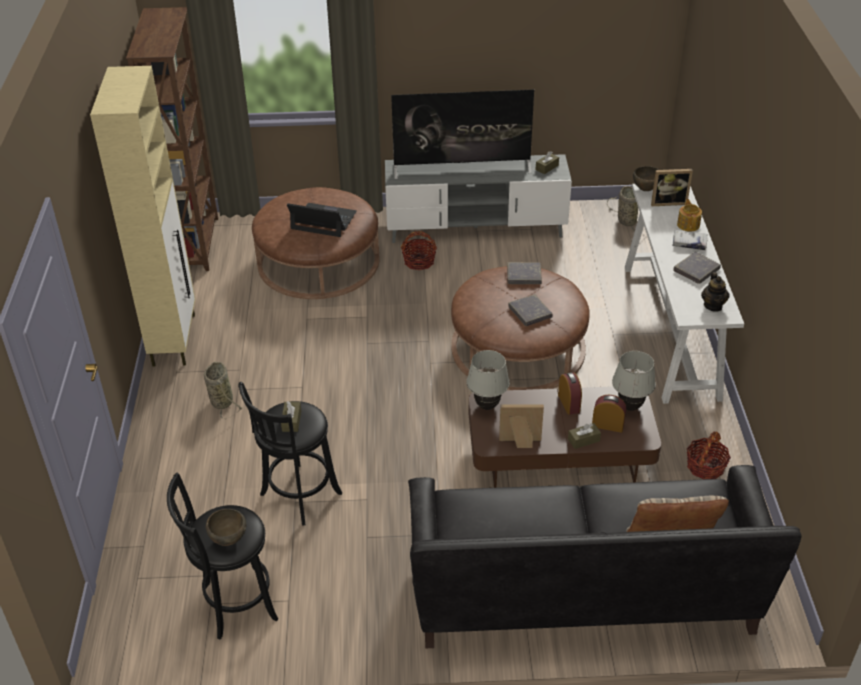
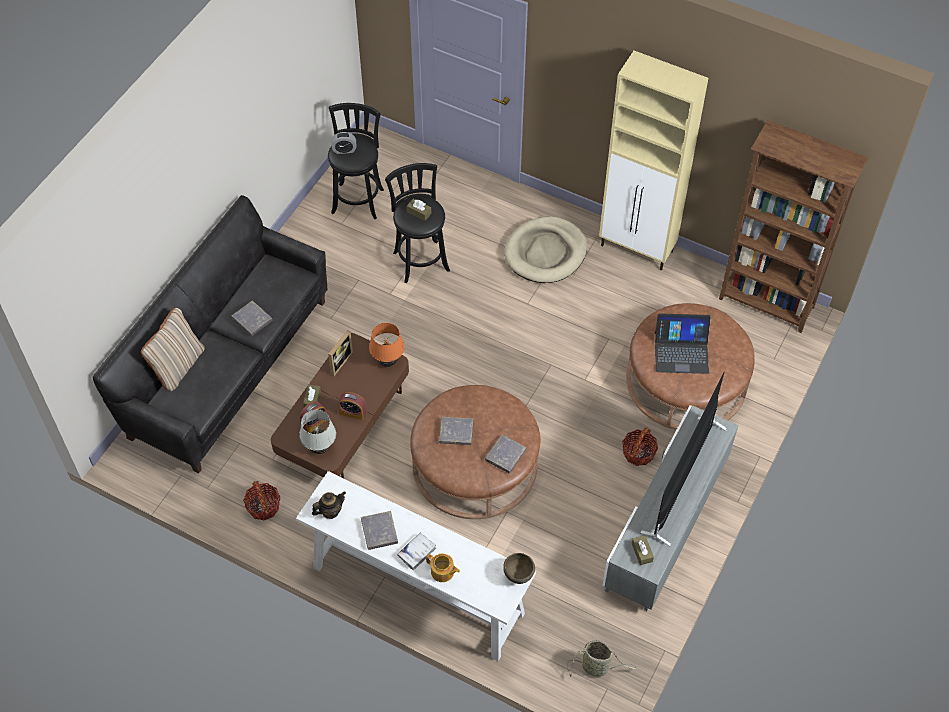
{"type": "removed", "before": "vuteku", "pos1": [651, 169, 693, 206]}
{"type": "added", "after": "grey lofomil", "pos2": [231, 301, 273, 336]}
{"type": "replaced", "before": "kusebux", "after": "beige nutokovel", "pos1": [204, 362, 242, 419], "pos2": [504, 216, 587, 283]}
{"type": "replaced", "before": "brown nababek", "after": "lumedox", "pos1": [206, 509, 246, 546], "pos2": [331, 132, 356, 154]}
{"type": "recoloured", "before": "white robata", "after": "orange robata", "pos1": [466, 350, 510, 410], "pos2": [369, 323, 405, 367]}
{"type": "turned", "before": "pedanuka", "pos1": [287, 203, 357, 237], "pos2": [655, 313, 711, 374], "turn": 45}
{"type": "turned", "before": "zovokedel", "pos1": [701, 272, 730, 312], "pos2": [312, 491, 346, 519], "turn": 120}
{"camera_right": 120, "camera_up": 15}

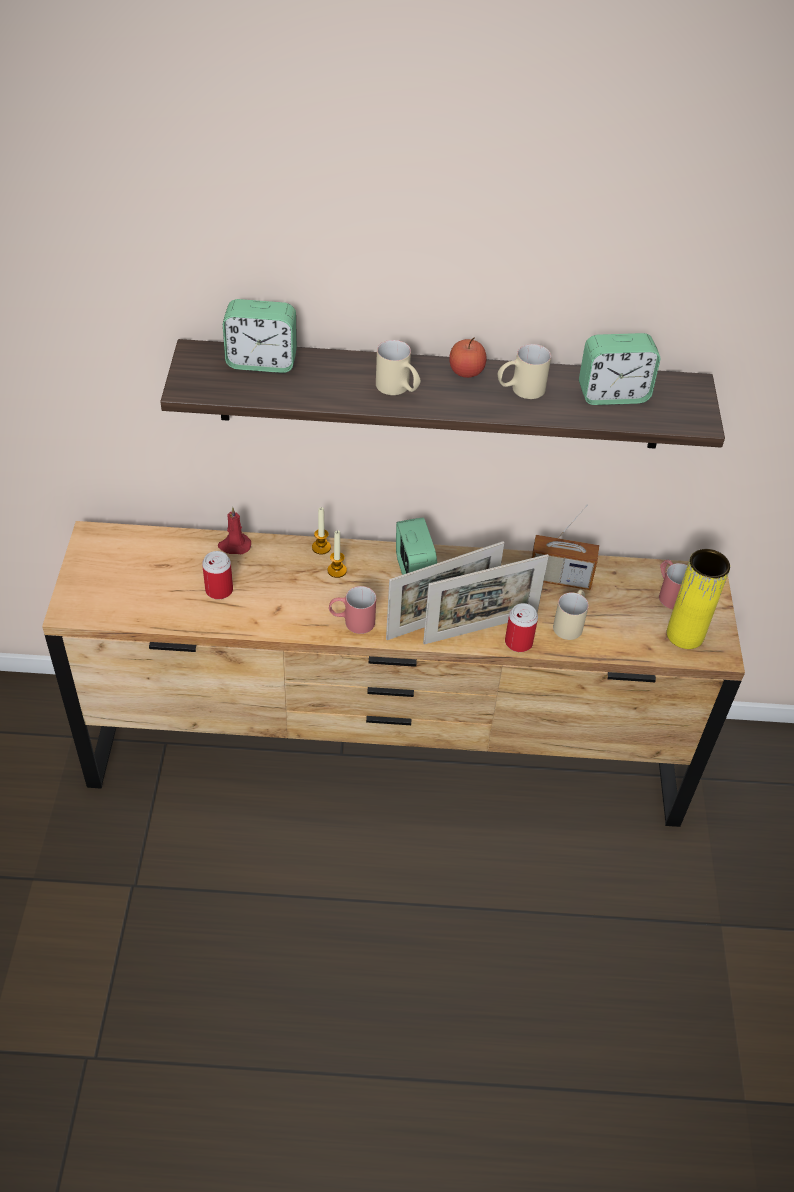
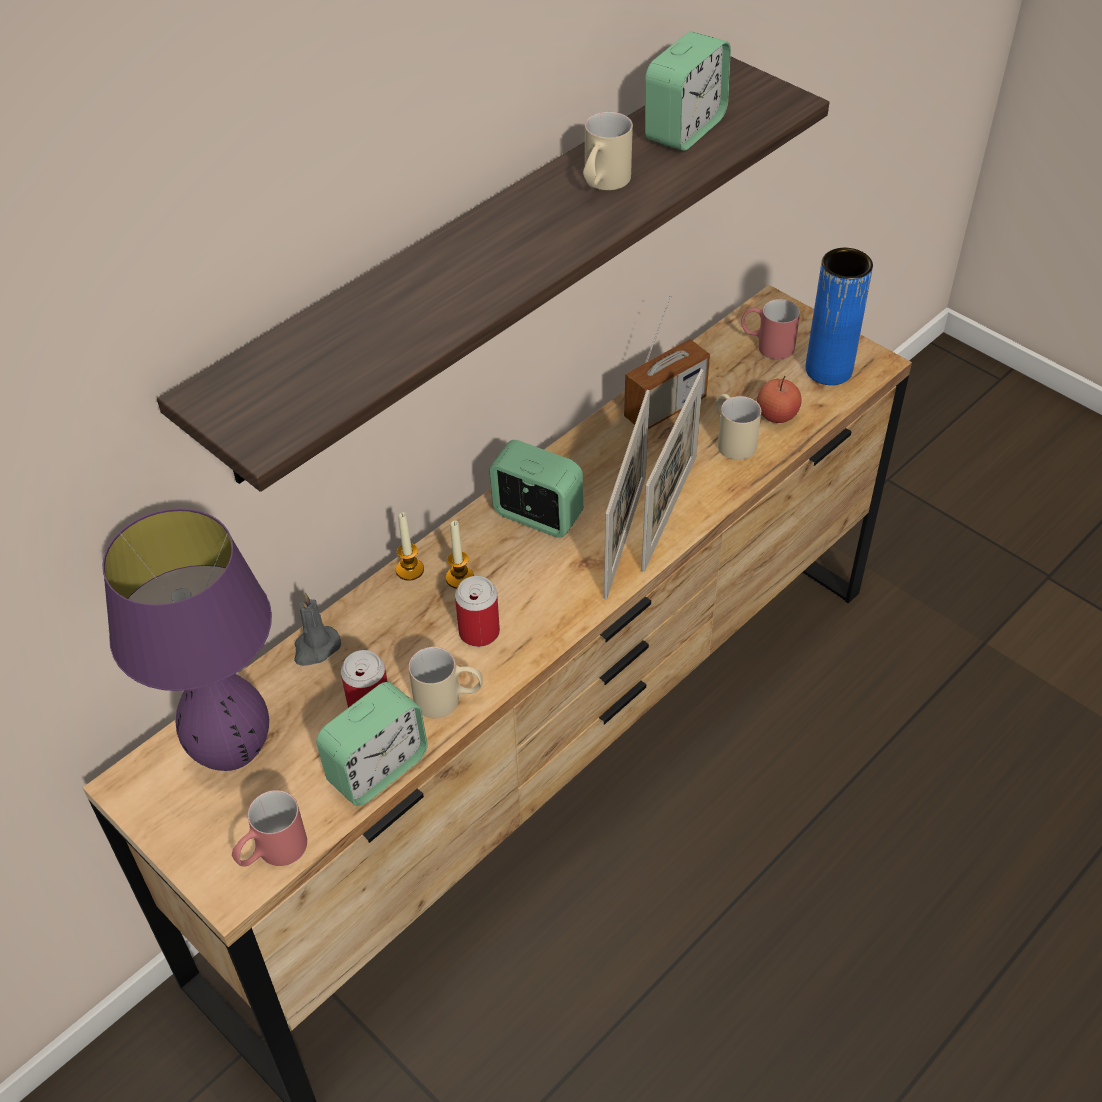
{"type": "added", "after": "purple robata", "pos2": [102, 508, 272, 771]}
{"type": "moved", "before": "lumedox", "pos1": [223, 299, 297, 373], "pos2": [316, 682, 428, 806]}
{"type": "moved", "before": "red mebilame", "pos1": [329, 586, 376, 634], "pos2": [232, 790, 307, 867]}
{"type": "moved", "before": "beige mebilame", "pos1": [376, 340, 421, 395], "pos2": [409, 647, 483, 718]}
{"type": "moved", "before": "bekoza", "pos1": [449, 337, 486, 378], "pos2": [757, 376, 802, 423]}
{"type": "moved", "before": "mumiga", "pos1": [505, 603, 538, 652], "pos2": [455, 576, 500, 647]}
{"type": "recoloured", "before": "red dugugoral", "after": "grey dugugoral", "pos1": [218, 507, 251, 554], "pos2": [294, 593, 341, 666]}
{"type": "recoloured", "before": "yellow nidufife", "after": "blue nidufife", "pos1": [667, 549, 730, 649], "pos2": [805, 248, 873, 385]}
{"camera_right": -45, "camera_up": 0}

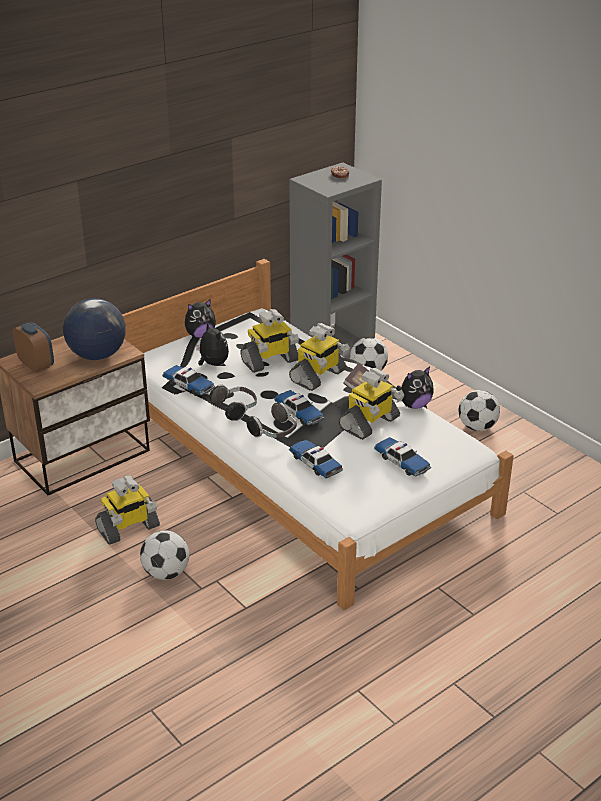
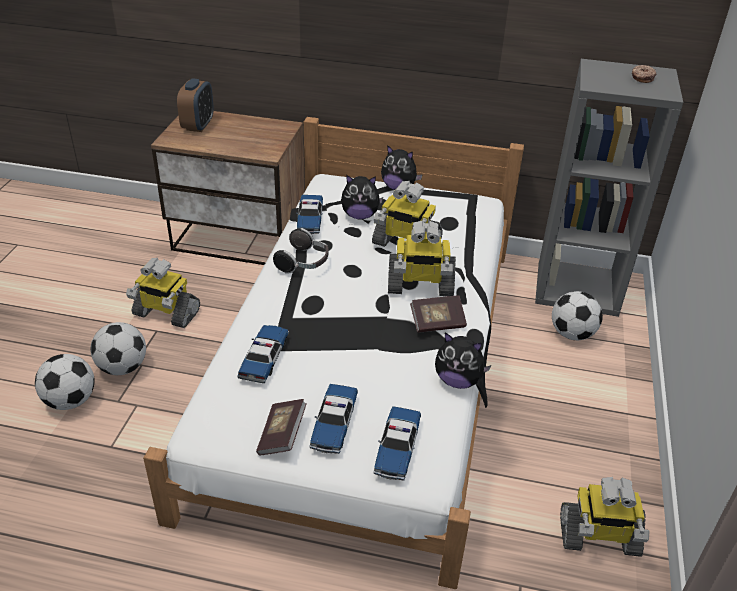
{"type": "removed", "before": "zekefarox", "pos1": [63, 298, 126, 360]}
{"type": "removed", "before": "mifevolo", "pos1": [247, 402, 297, 438]}
{"type": "added", "after": "lofomil", "pos2": [256, 399, 307, 455]}
{"type": "moved", "before": "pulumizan", "pos1": [274, 390, 325, 425], "pos2": [373, 406, 421, 481]}
{"type": "moved", "before": "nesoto", "pos1": [339, 368, 404, 440], "pos2": [560, 477, 650, 557]}
{"type": "moved", "before": "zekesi", "pos1": [459, 390, 500, 431], "pos2": [35, 354, 95, 410]}
{"type": "turned", "before": "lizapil", "pos1": [196, 323, 229, 366], "pos2": [341, 175, 383, 220], "turn": 75}
{"camera_right": 50, "camera_up": 5}

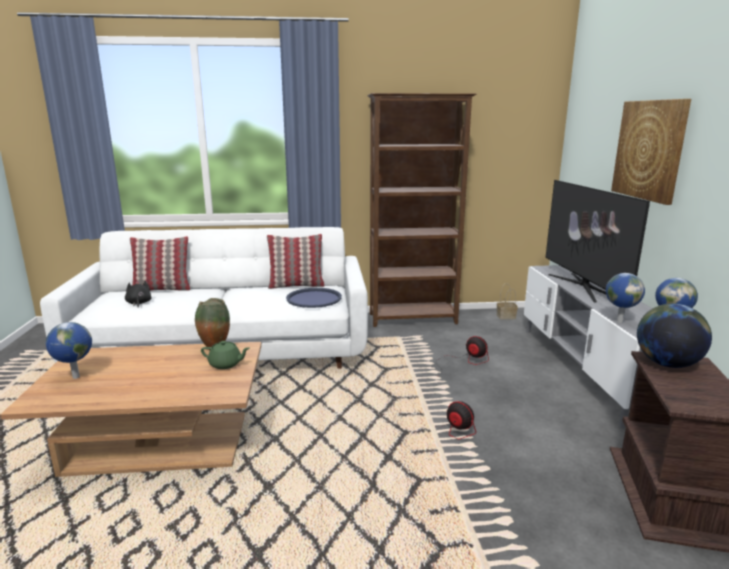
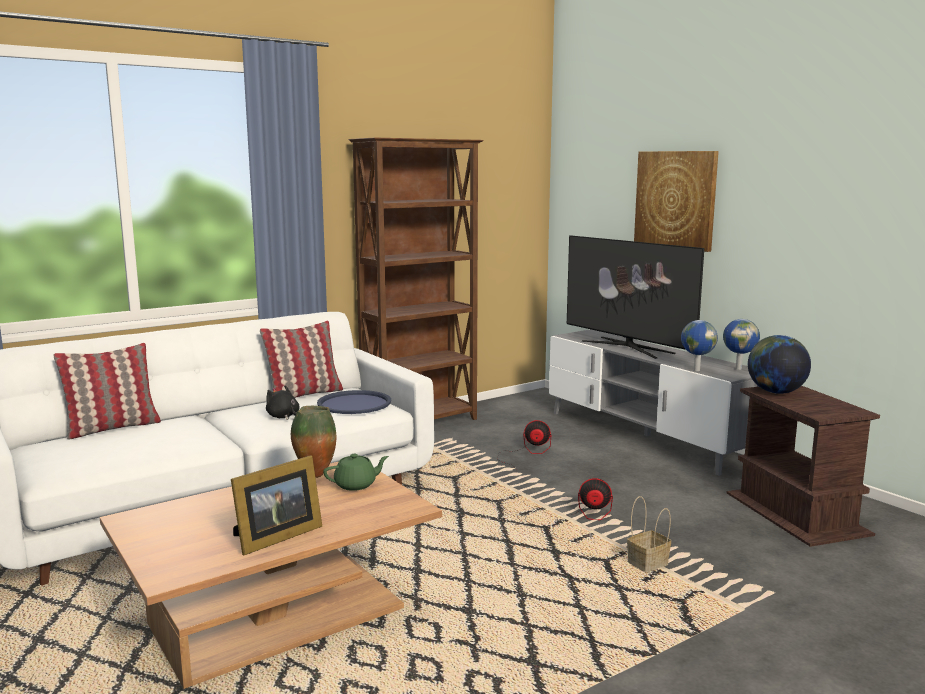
{"type": "removed", "before": "zekefarox", "pos1": [46, 322, 92, 379]}
{"type": "added", "after": "vuteku", "pos2": [231, 455, 322, 555]}
{"type": "moved", "before": "black lizapil", "pos1": [125, 281, 152, 308], "pos2": [266, 385, 300, 420]}
{"type": "moved", "before": "kusebux", "pos1": [497, 283, 518, 319], "pos2": [627, 496, 671, 572]}
{"camera_right": -30, "camera_up": -5}

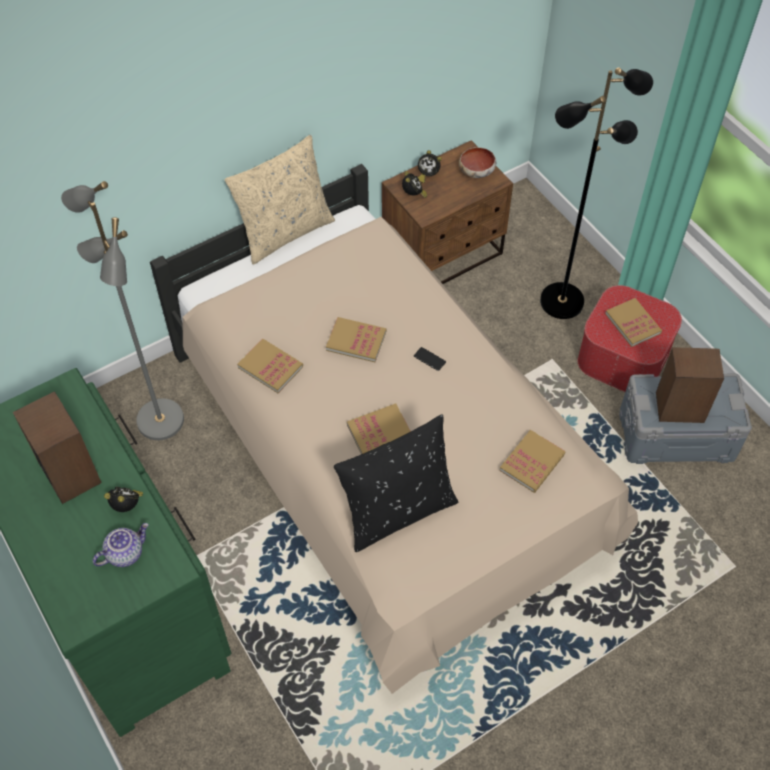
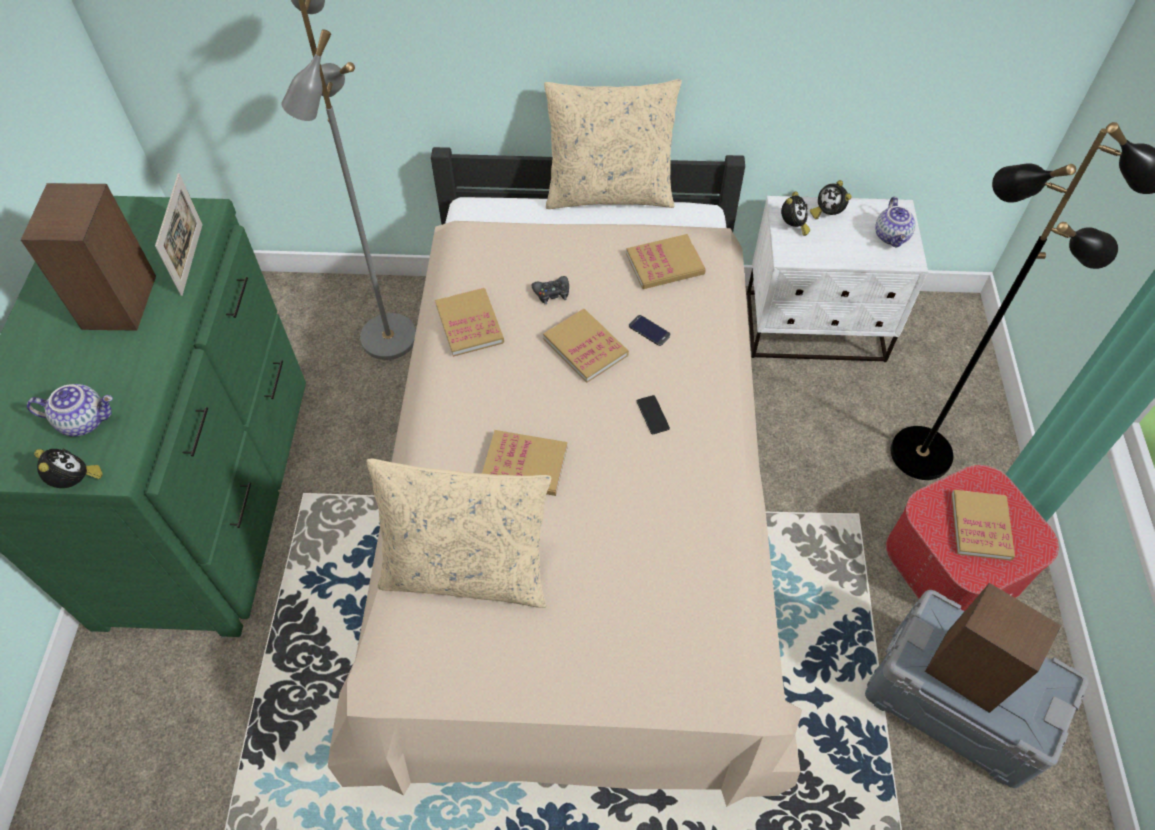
{"type": "added", "after": "vuteku", "pos2": [155, 173, 203, 296]}
{"type": "added", "after": "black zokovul", "pos2": [531, 276, 569, 304]}
{"type": "added", "after": "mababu", "pos2": [629, 315, 671, 346]}
{"type": "moved", "before": "lumedox", "pos1": [104, 487, 143, 512], "pos2": [34, 448, 103, 488]}
{"type": "moved", "before": "lofomil", "pos1": [499, 430, 565, 493], "pos2": [626, 234, 706, 289]}
{"type": "replaced", "before": "nababek", "after": "zovokedel", "pos1": [459, 147, 496, 178], "pos2": [875, 197, 915, 247]}
{"type": "recoloured", "before": "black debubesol", "after": "beige debubesol", "pos1": [334, 415, 458, 552], "pos2": [367, 459, 551, 608]}
{"type": "recoloured", "before": "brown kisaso", "after": "white kisaso", "pos1": [382, 140, 513, 284], "pos2": [747, 196, 928, 362]}
{"camera_right": 35, "camera_up": 0}

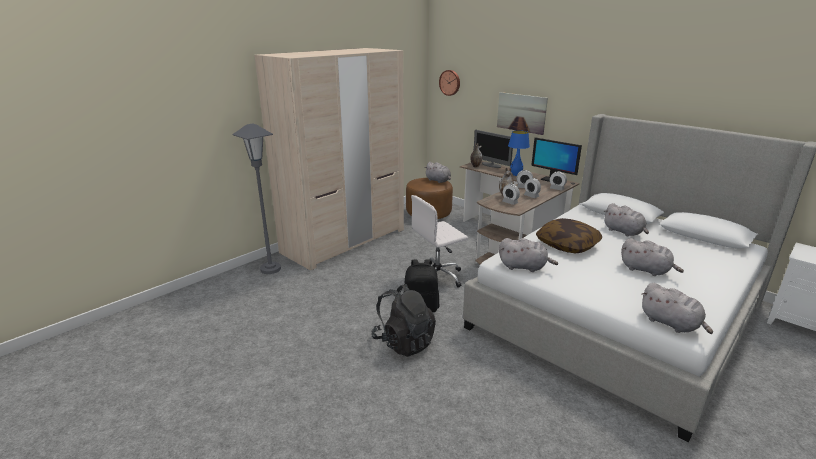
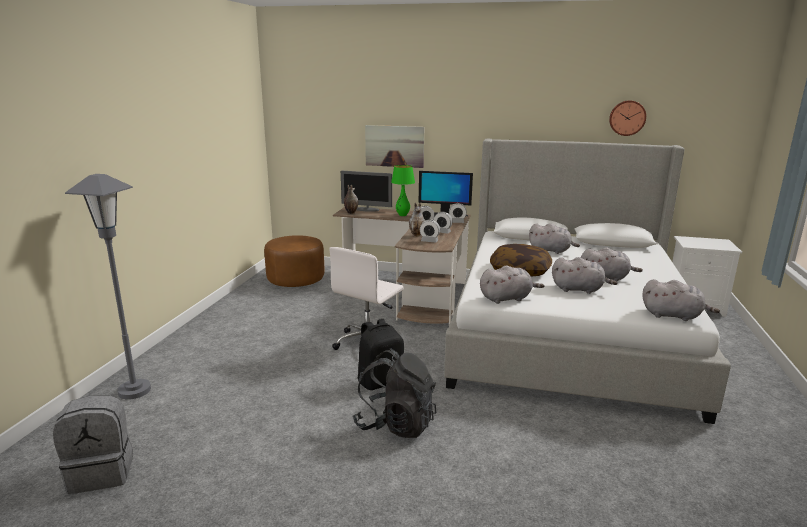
{"type": "removed", "before": "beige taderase", "pos1": [254, 48, 404, 270]}
{"type": "added", "after": "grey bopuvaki", "pos2": [53, 396, 133, 494]}
{"type": "moved", "before": "grey lizapil", "pos1": [424, 162, 451, 183], "pos2": [552, 257, 617, 294]}
{"type": "moved", "before": "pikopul", "pos1": [439, 70, 460, 96], "pos2": [609, 100, 646, 136]}
{"type": "recoloured", "before": "blue robata", "after": "green robata", "pos1": [508, 130, 530, 176], "pos2": [391, 165, 415, 216]}
{"camera_right": -30, "camera_up": -5}

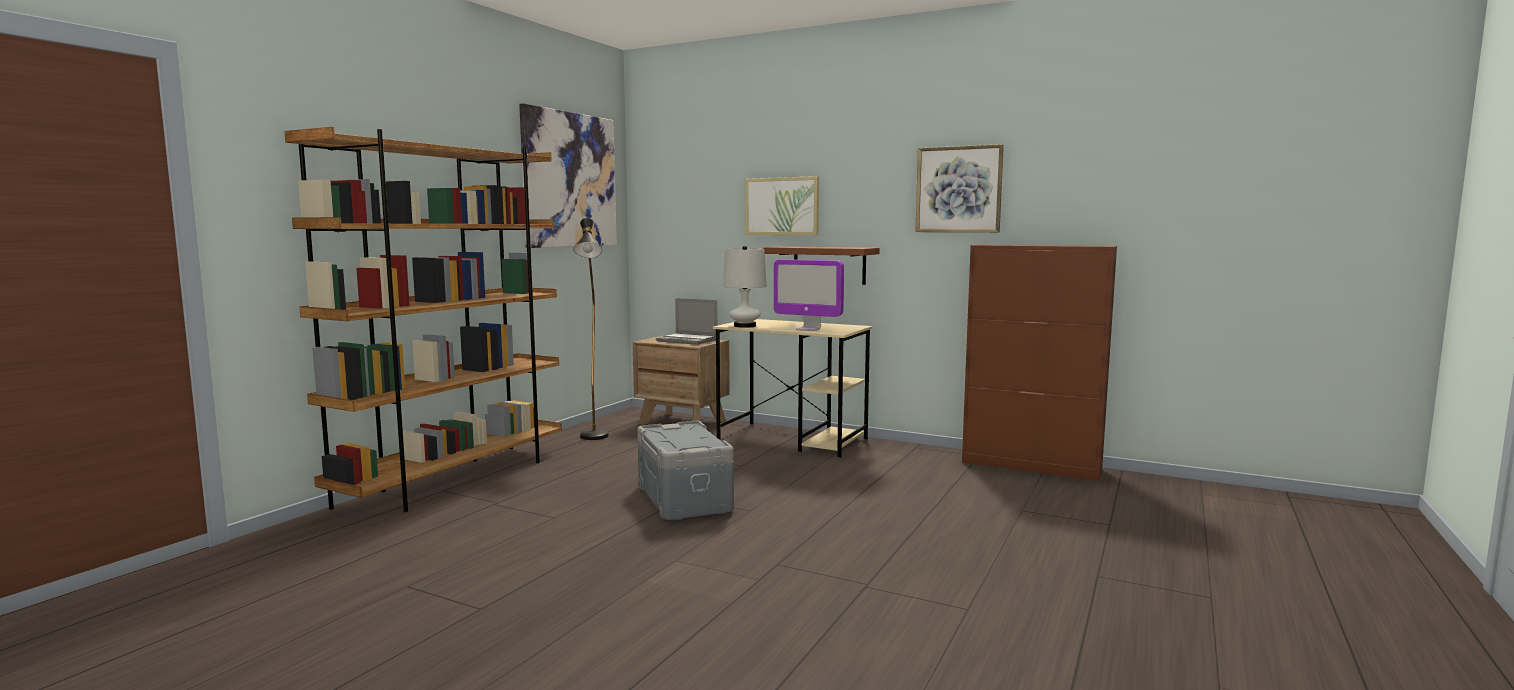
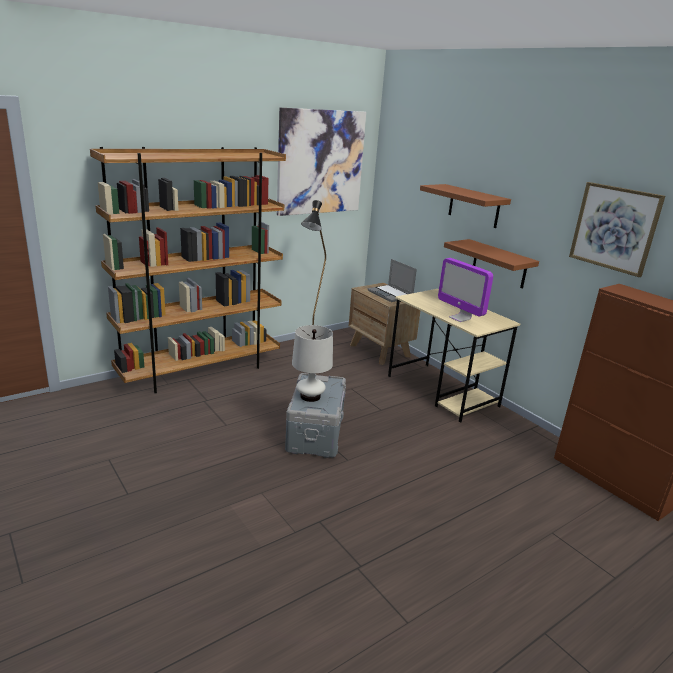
{"type": "moved", "before": "white robata", "pos1": [723, 246, 767, 328], "pos2": [292, 325, 333, 402]}
{"type": "replaced", "before": "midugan", "after": "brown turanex", "pos1": [745, 176, 819, 235], "pos2": [420, 184, 511, 228]}
{"camera_right": 25, "camera_up": 15}

